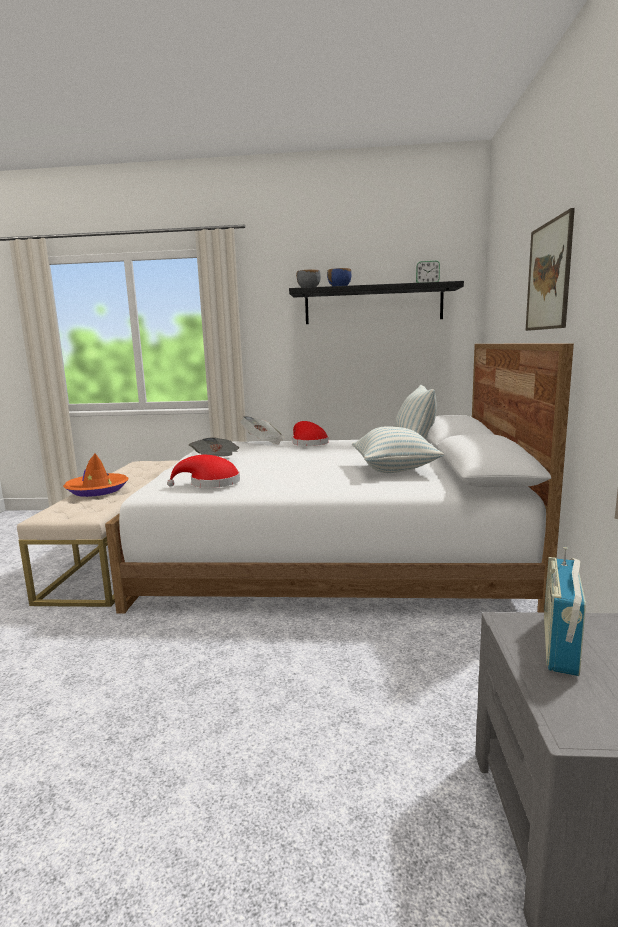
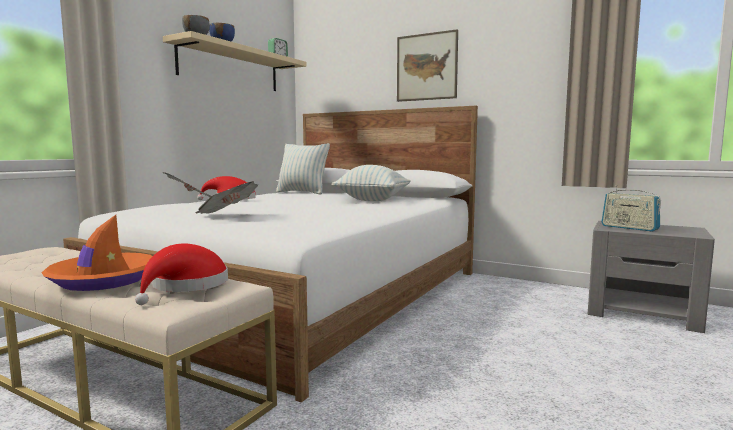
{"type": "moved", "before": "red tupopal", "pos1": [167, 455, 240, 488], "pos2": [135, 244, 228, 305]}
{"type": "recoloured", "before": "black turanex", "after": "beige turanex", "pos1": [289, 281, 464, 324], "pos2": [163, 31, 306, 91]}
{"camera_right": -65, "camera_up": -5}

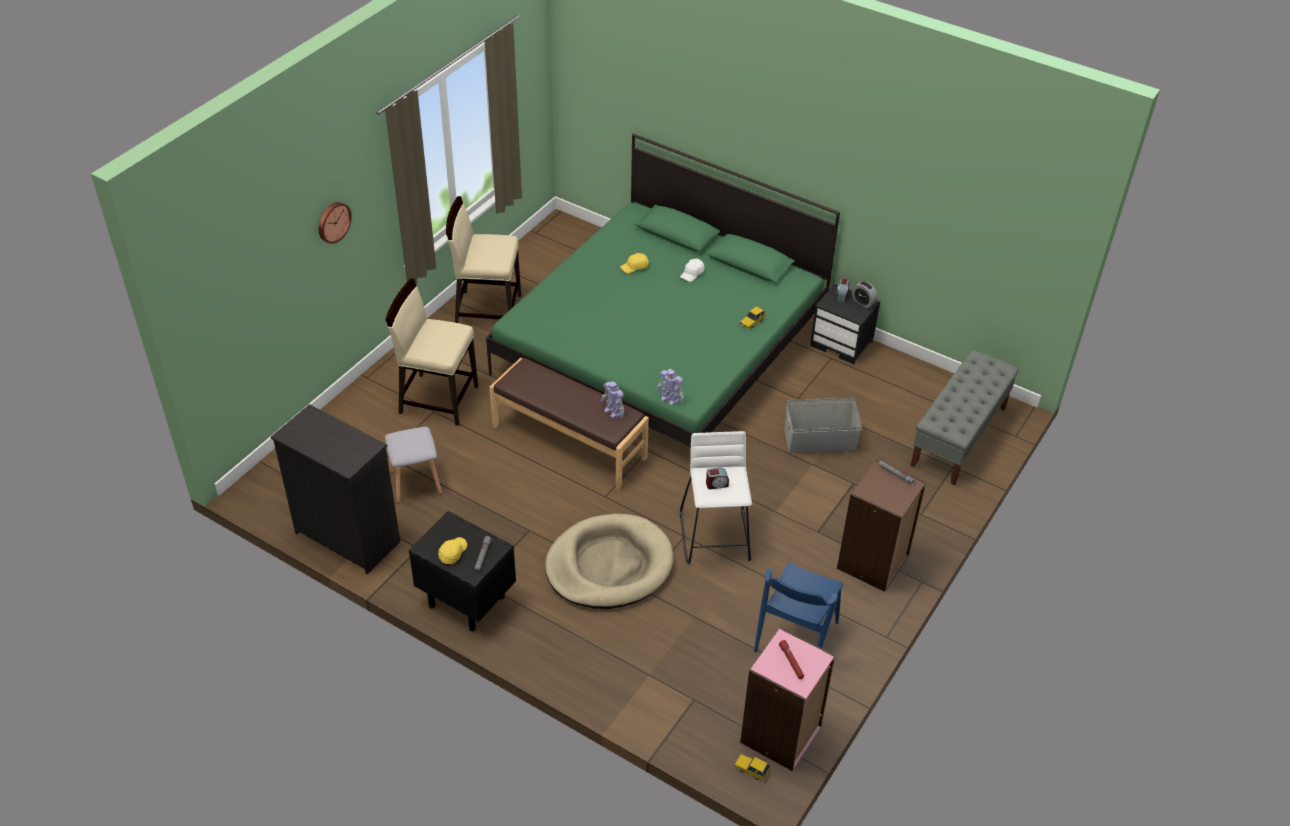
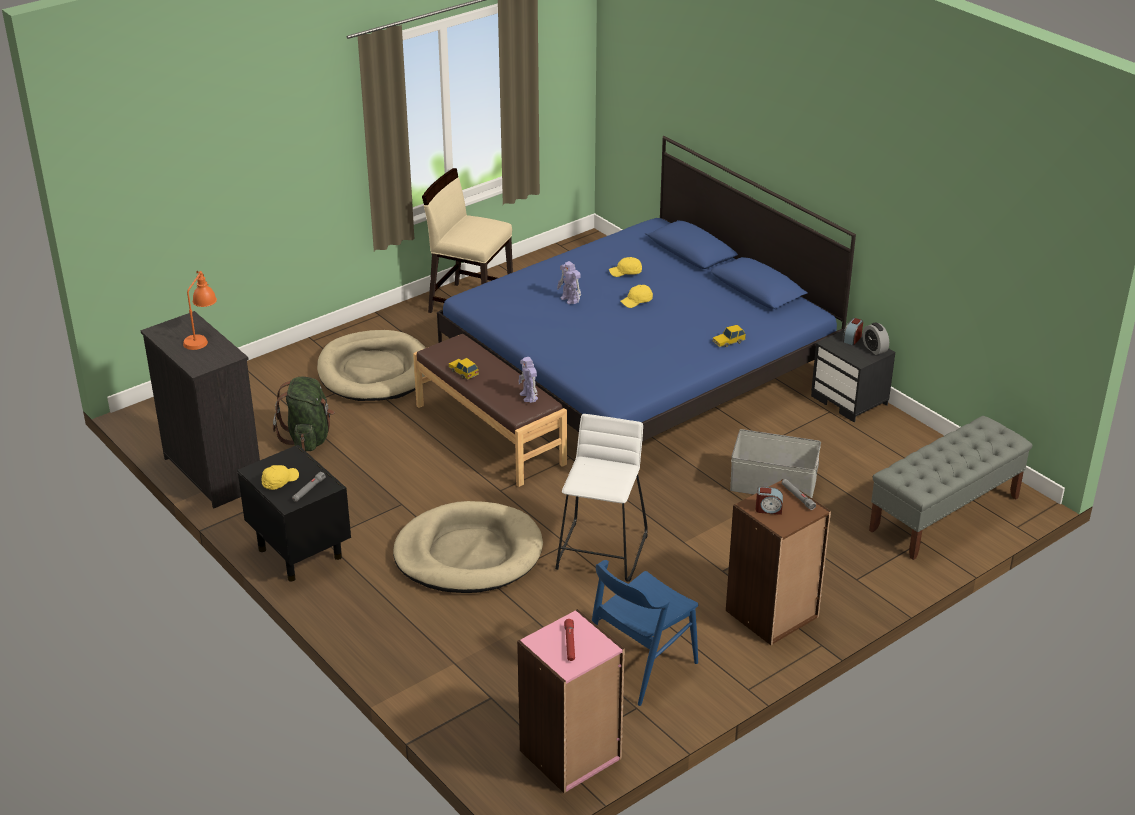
{"type": "removed", "before": "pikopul", "pos1": [319, 202, 352, 244]}
{"type": "removed", "before": "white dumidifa", "pos1": [680, 259, 705, 282]}
{"type": "added", "after": "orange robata", "pos2": [183, 271, 217, 350]}
{"type": "added", "after": "yellow dumidifa", "pos2": [620, 285, 653, 308]}
{"type": "moved", "before": "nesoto", "pos1": [656, 369, 684, 406], "pos2": [557, 261, 581, 304]}
{"type": "moved", "before": "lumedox", "pos1": [706, 468, 729, 489], "pos2": [756, 486, 783, 515]}
{"type": "moved", "before": "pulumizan", "pos1": [734, 754, 770, 782], "pos2": [448, 358, 479, 380]}
{"type": "replaced", "before": "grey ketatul", "after": "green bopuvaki", "pos1": [385, 427, 442, 503], "pos2": [273, 377, 335, 451]}
{"type": "replaced", "before": "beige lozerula", "after": "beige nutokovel", "pos1": [386, 278, 478, 426], "pos2": [317, 330, 426, 401]}
{"type": "recoloured", "before": "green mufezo", "after": "blue mufezo", "pos1": [486, 134, 840, 447], "pos2": [437, 136, 856, 442]}
{"camera_right": 20, "camera_up": -10}

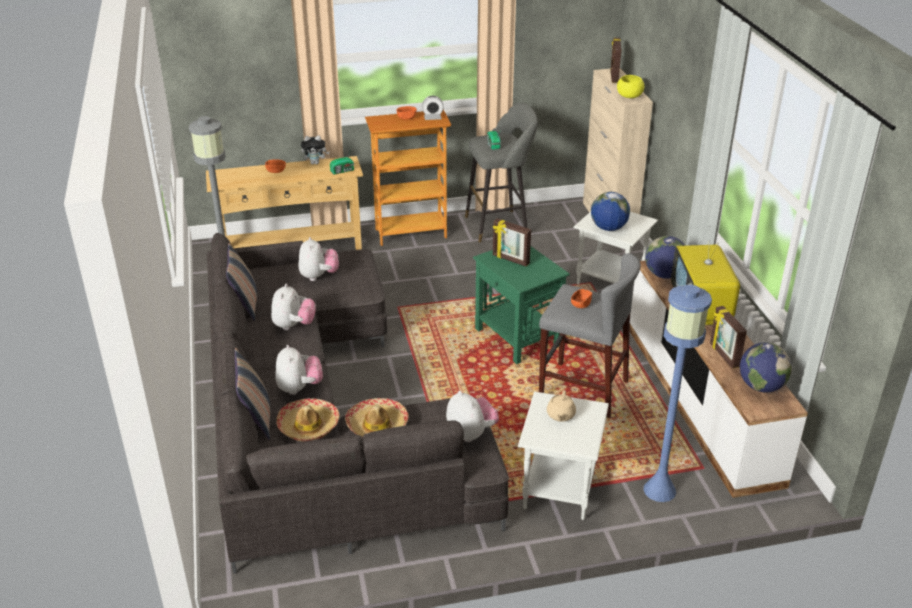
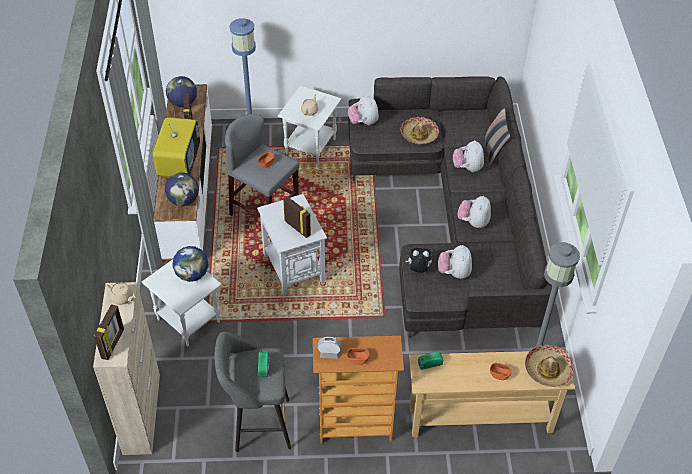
{"type": "removed", "before": "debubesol", "pos1": [226, 243, 257, 321]}
{"type": "moved", "before": "tupopal", "pos1": [277, 398, 340, 441], "pos2": [525, 345, 574, 387]}
{"type": "moved", "before": "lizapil", "pos1": [301, 135, 329, 164], "pos2": [406, 248, 432, 273]}
{"type": "replaced", "before": "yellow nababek", "after": "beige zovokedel", "pos1": [617, 75, 645, 98], "pos2": [106, 282, 136, 305]}
{"type": "recoloured", "before": "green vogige", "after": "white vogige", "pos1": [473, 246, 570, 364], "pos2": [257, 194, 327, 295]}
{"camera_right": -170, "camera_up": 15}

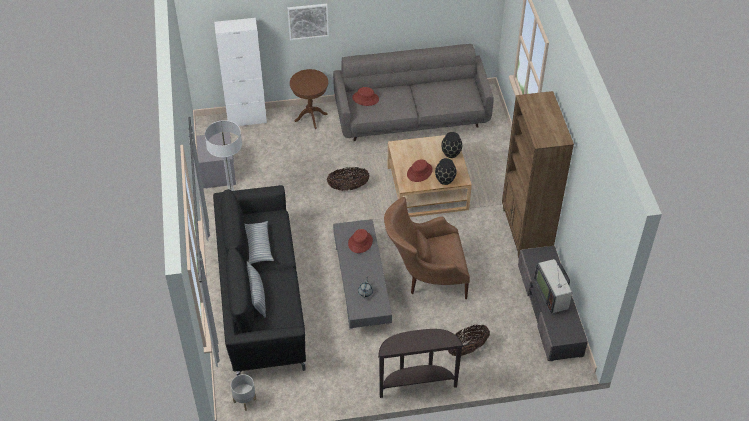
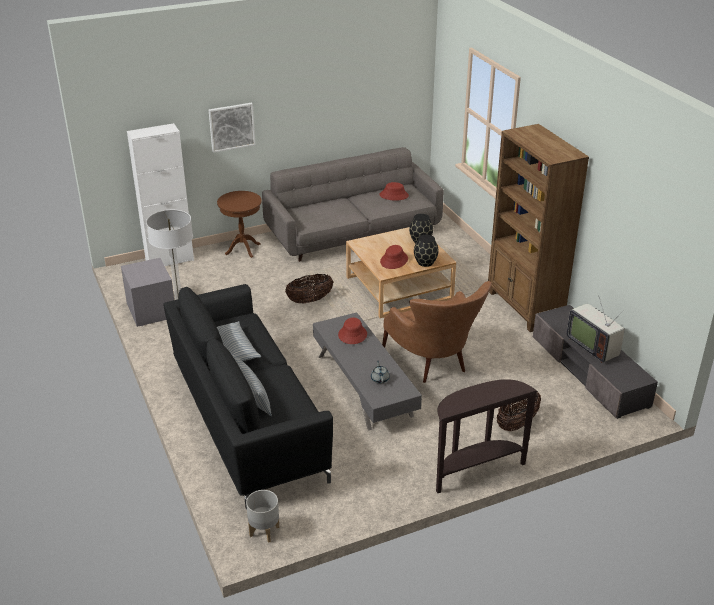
{"type": "moved", "before": "red tupopal", "pos1": [352, 87, 379, 106], "pos2": [379, 182, 409, 201]}
{"type": "turned", "before": "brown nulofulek", "pos1": [384, 197, 470, 299], "pos2": [382, 281, 492, 383], "turn": -90}
{"camera_right": -15, "camera_up": -15}

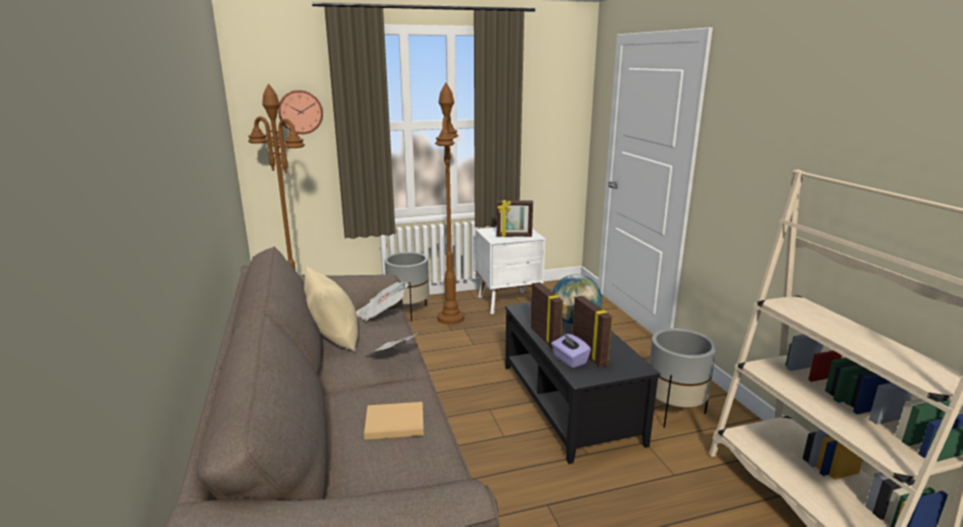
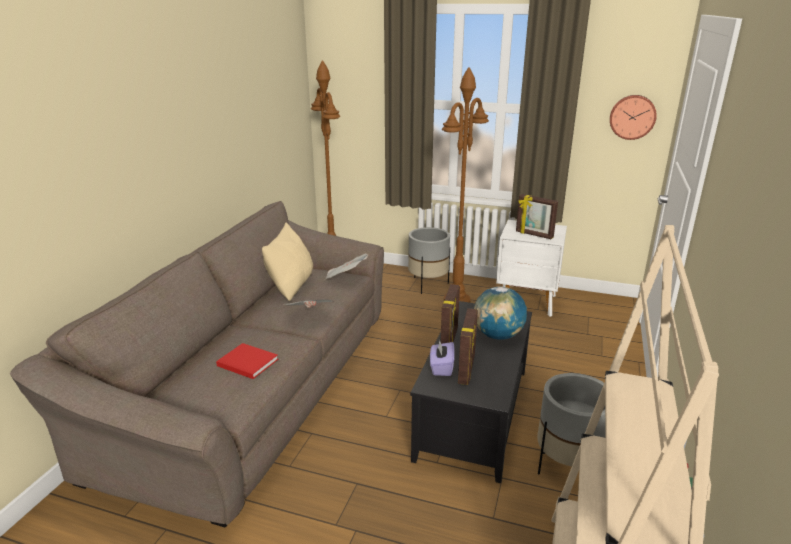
{"type": "moved", "before": "pikopul", "pos1": [278, 90, 323, 134], "pos2": [610, 95, 657, 140]}
{"type": "recoloured", "before": "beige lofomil", "after": "red lofomil", "pos1": [364, 402, 424, 440], "pos2": [216, 343, 278, 379]}
{"camera_right": 35, "camera_up": 5}

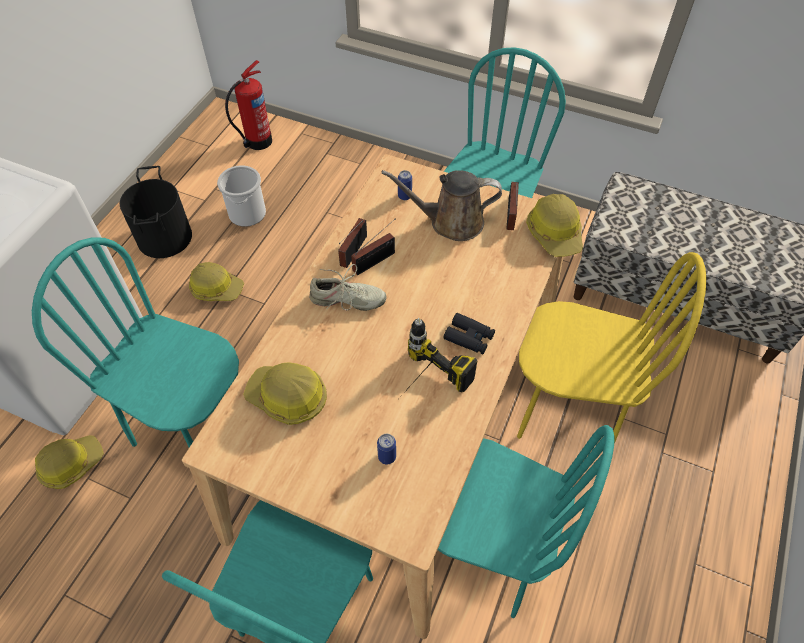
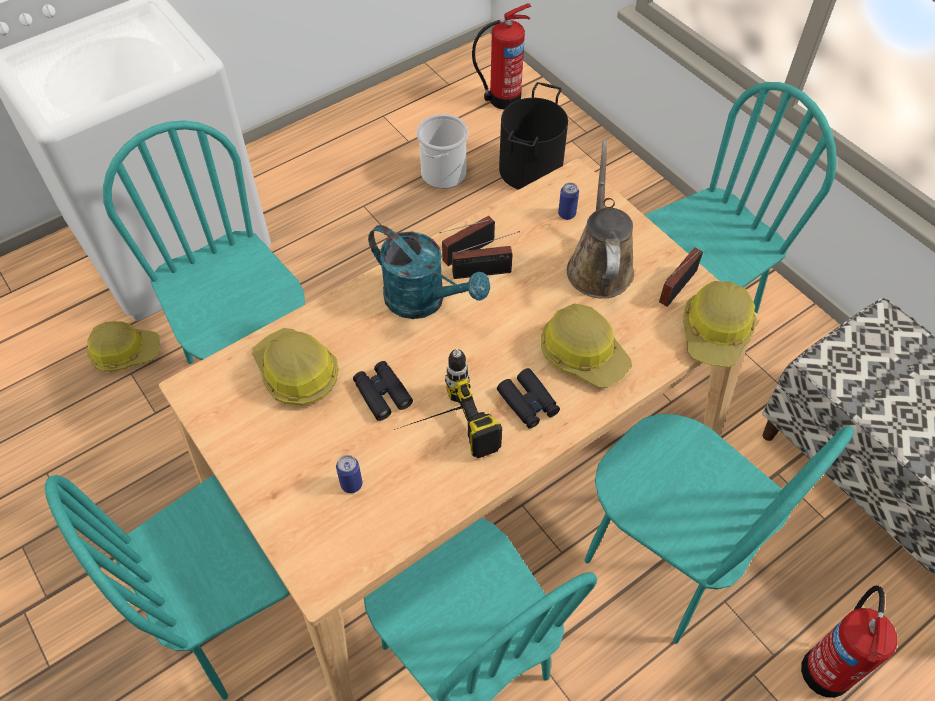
{"type": "added", "after": "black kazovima", "pos2": [353, 361, 413, 421]}
{"type": "added", "after": "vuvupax", "pos2": [801, 586, 898, 698]}
{"type": "moved", "before": "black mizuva", "pos1": [120, 166, 192, 258], "pos2": [499, 82, 568, 190]}
{"type": "moved", "before": "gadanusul", "pos1": [189, 262, 244, 301], "pos2": [541, 304, 632, 388]}
{"type": "replaced", "before": "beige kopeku", "after": "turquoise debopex", "pos1": [309, 264, 387, 311], "pos2": [368, 225, 490, 319]}
{"type": "recoloured", "before": "yellow lozerula", "after": "turquoise lozerula", "pos1": [517, 252, 706, 444], "pos2": [584, 414, 854, 644]}
{"type": "turned", "before": "brown debopex", "pos1": [381, 170, 502, 241], "pos2": [567, 141, 634, 299], "turn": 60}
{"camera_right": 30, "camera_up": 0}

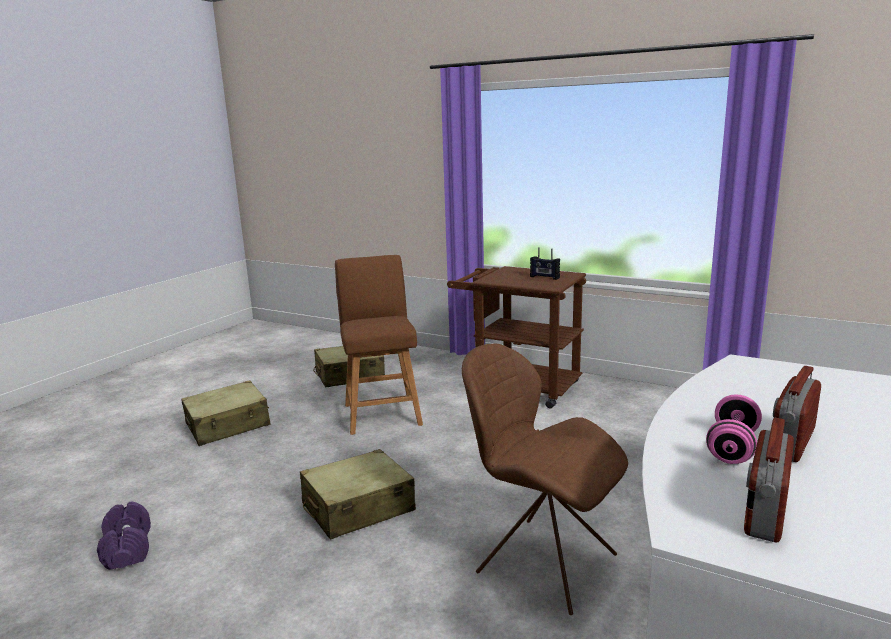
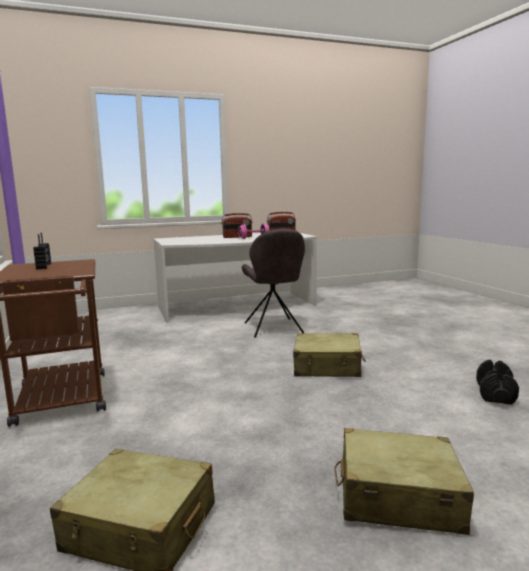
{"type": "removed", "before": "brown ketatul", "pos1": [335, 255, 423, 435]}
{"type": "recoloured", "before": "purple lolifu", "after": "black lolifu", "pos1": [97, 502, 151, 570], "pos2": [476, 360, 519, 405]}
{"type": "recoloured", "before": "brown lozerula", "after": "grey lozerula", "pos1": [462, 344, 628, 615], "pos2": [242, 229, 305, 338]}
{"camera_right": -140, "camera_up": -5}

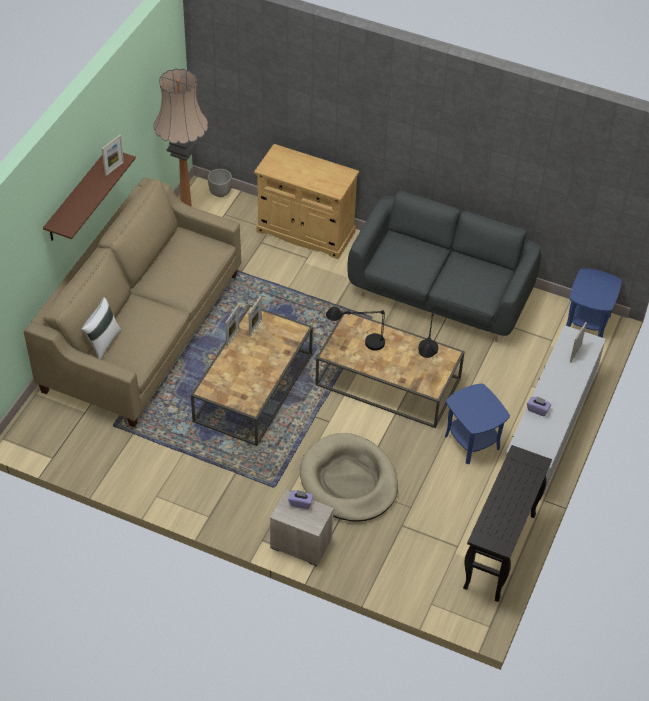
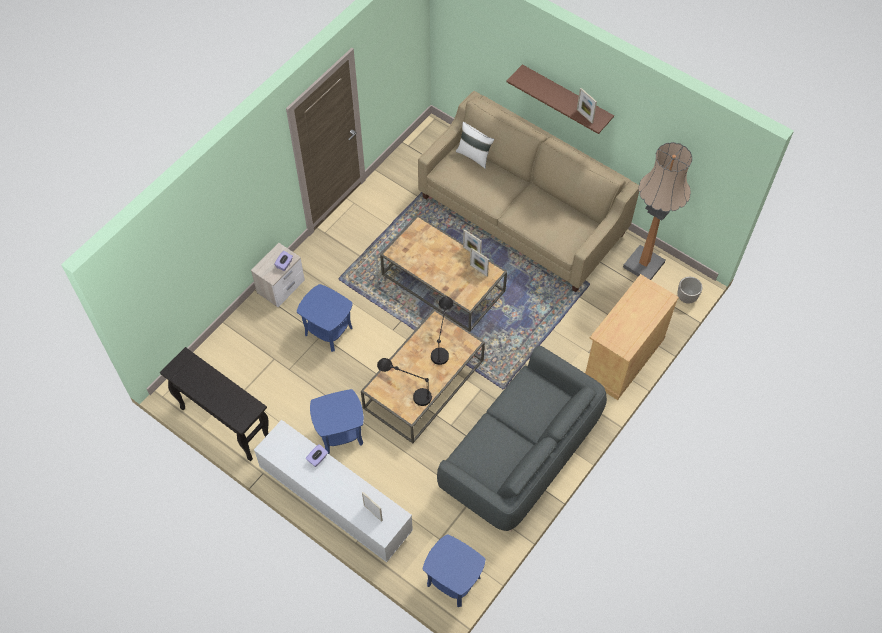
{"type": "replaced", "before": "beige nutokovel", "after": "blue vogige", "pos1": [300, 433, 398, 522], "pos2": [297, 284, 353, 352]}
{"camera_right": 105, "camera_up": 10}

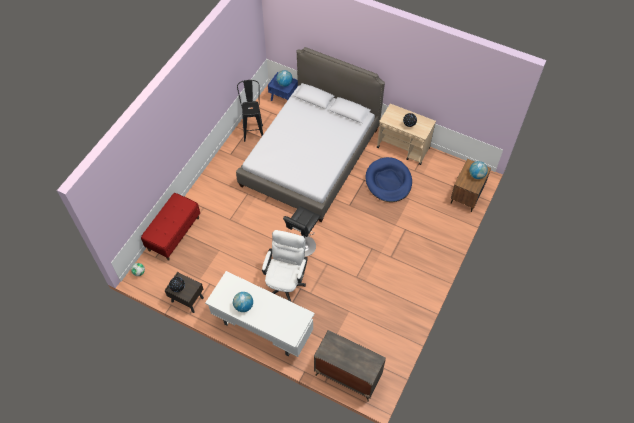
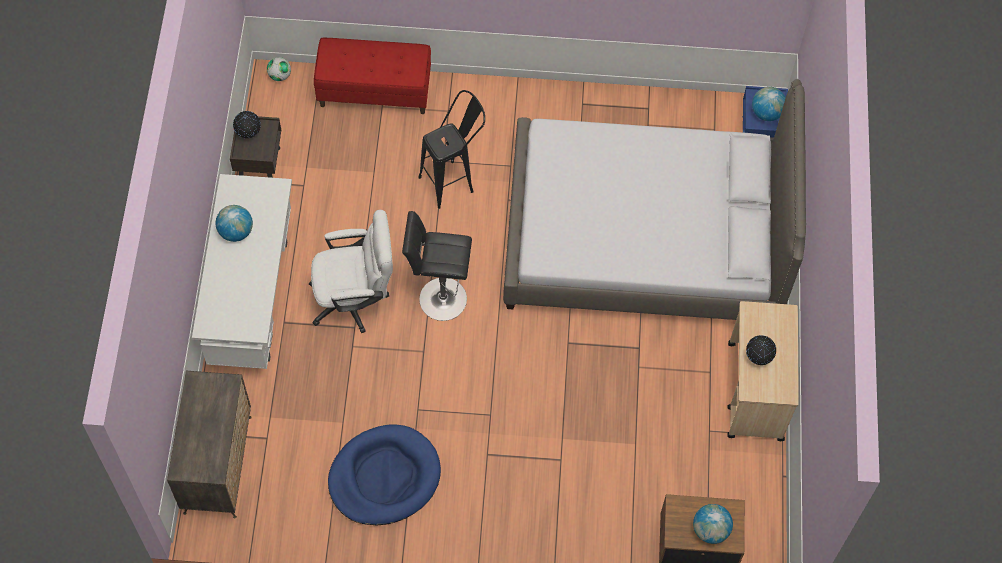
{"type": "moved", "before": "black ketatul", "pos1": [237, 80, 263, 142], "pos2": [418, 90, 485, 209]}
{"type": "moved", "before": "blue nutokovel", "pos1": [366, 157, 412, 202], "pos2": [328, 424, 441, 525]}
{"camera_right": 65, "camera_up": 5}

